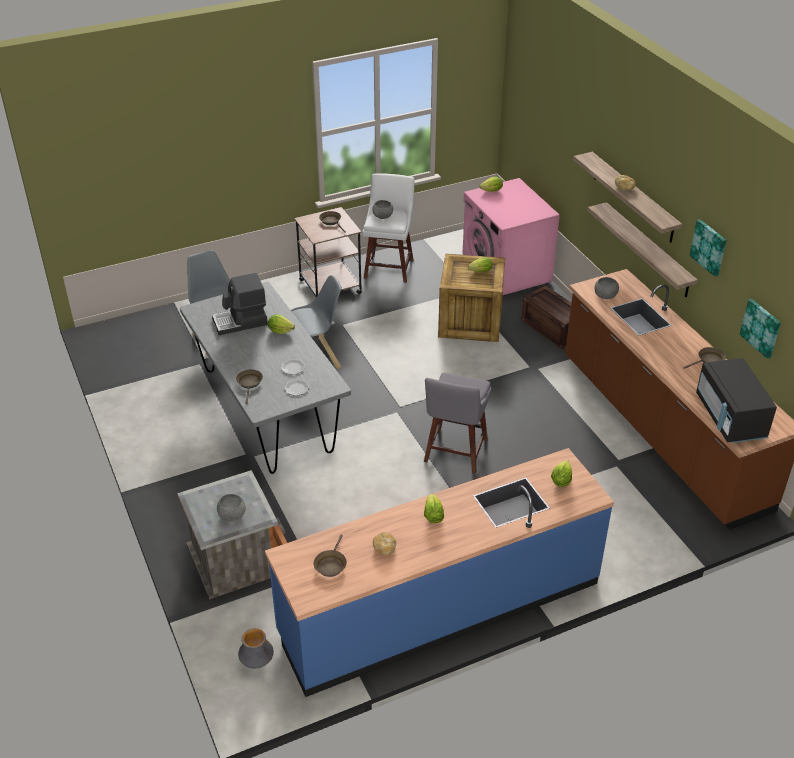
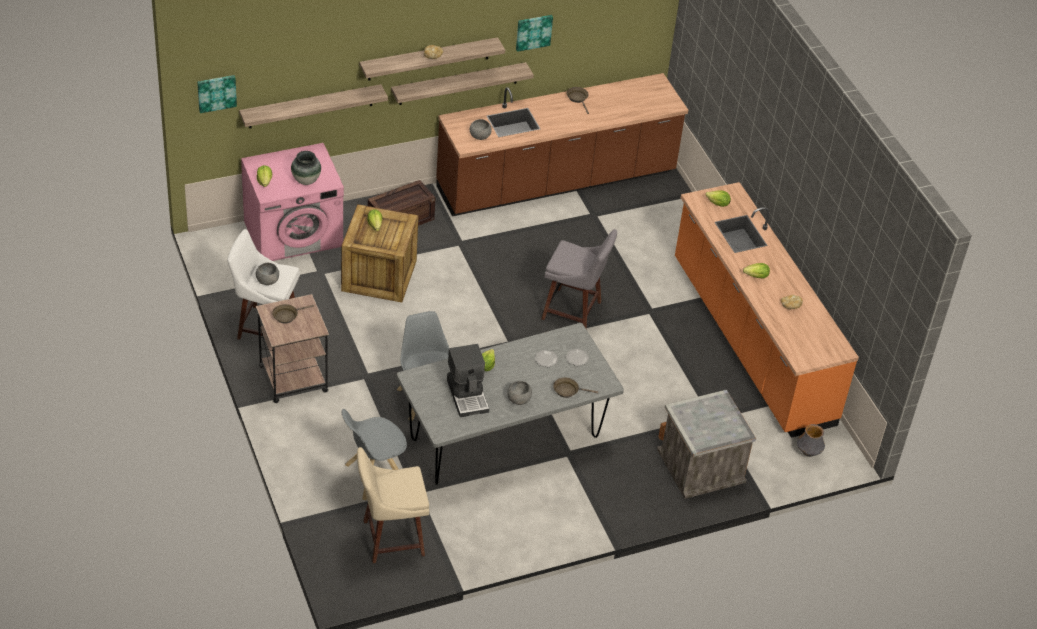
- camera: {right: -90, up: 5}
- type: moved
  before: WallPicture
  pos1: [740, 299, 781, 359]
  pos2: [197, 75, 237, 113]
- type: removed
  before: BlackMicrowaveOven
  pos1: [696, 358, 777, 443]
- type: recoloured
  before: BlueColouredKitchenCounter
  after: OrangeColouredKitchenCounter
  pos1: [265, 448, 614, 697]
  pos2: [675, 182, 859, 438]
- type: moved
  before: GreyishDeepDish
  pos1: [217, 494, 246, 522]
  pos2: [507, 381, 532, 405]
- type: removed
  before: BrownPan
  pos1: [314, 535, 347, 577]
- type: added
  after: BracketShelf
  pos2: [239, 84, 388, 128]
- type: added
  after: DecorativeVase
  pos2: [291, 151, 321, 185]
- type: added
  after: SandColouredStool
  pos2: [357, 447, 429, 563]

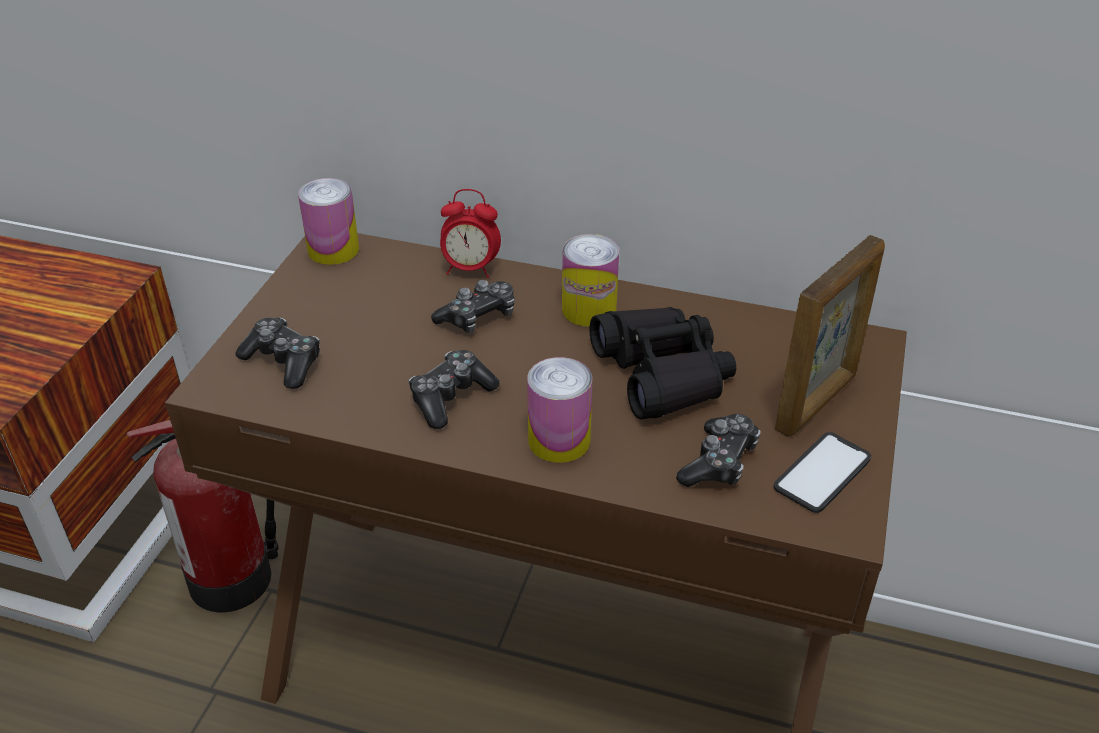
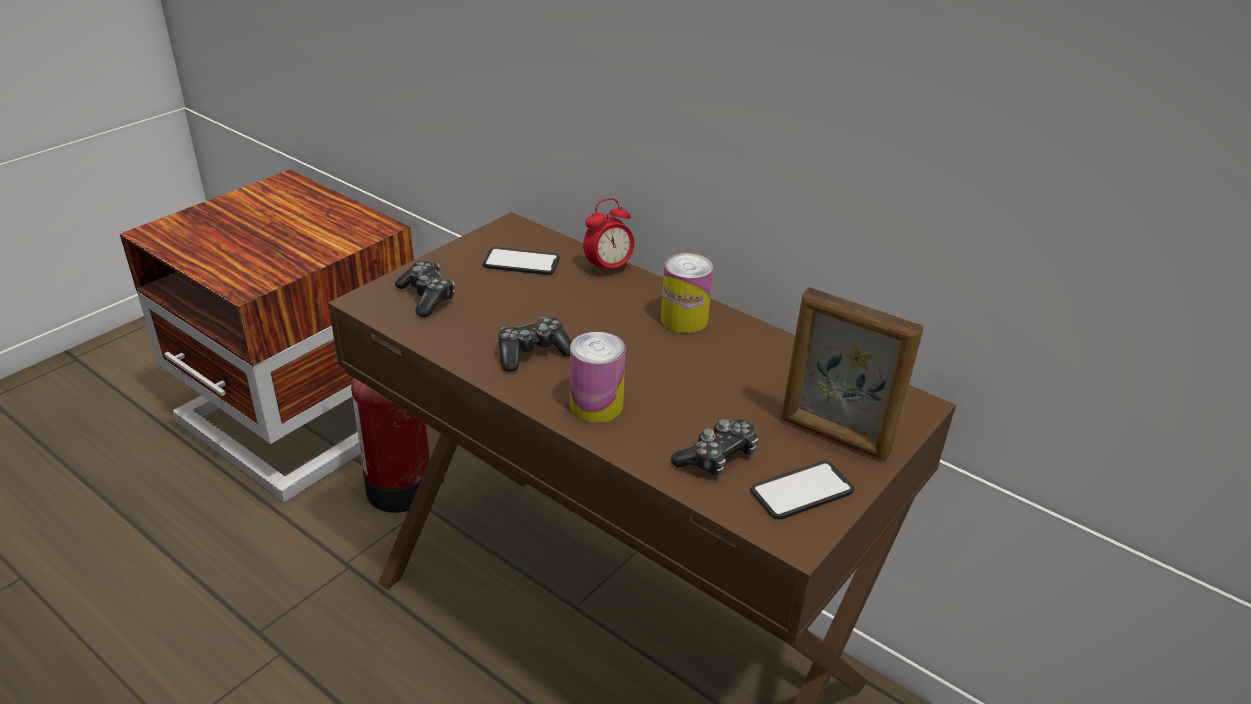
- camera: {right: 20, up: -5}
- type: removed
  before: Can
  pos1: [298, 178, 359, 265]
- type: turned
  before: TableClock
  pos1: [440, 189, 501, 278]
  pos2: [583, 198, 634, 277]
  turn: -60
- type: turned
  before: StandingFrame
  pos1: [775, 235, 885, 437]
  pos2: [781, 287, 924, 461]
  turn: 60
- type: removed
  before: GameController
  pos1: [431, 280, 515, 333]
- type: removed
  before: BlackFieldGlasses
  pos1: [589, 307, 736, 420]
- type: added
  after: Phone
  pos2: [482, 247, 560, 275]

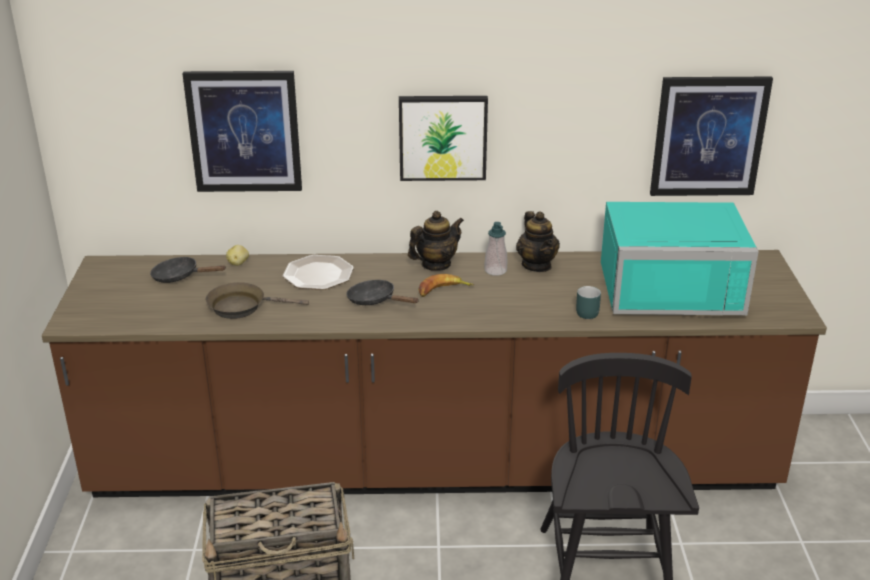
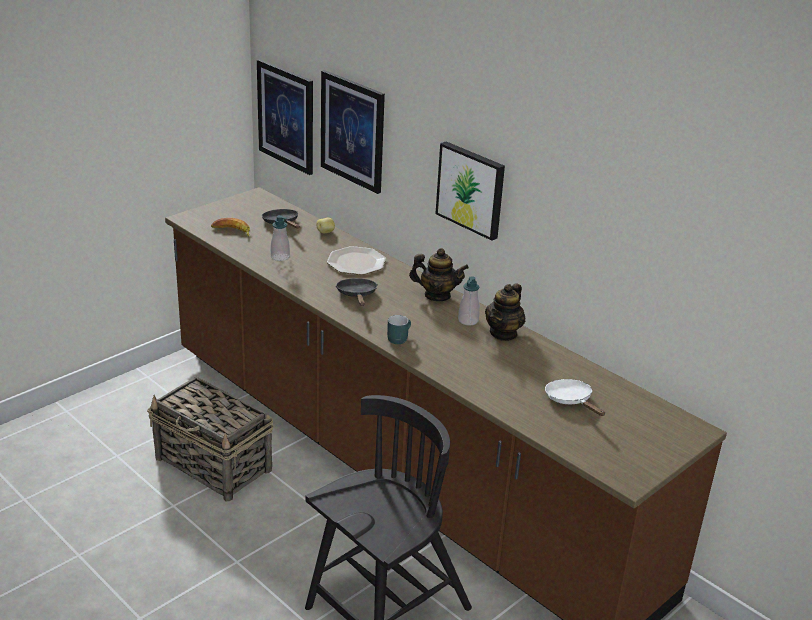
- camera: {right: 45, up: 0}
- type: moved
  before: WallPicture
  pos1: [650, 77, 773, 196]
  pos2: [257, 59, 313, 175]
- type: replaced
  before: TurquoiseMicrowaveOven
  after: WhitishPan
  pos1: [601, 202, 759, 315]
  pos2: [545, 379, 605, 416]
- type: moved
  before: WholeBanana
  pos1: [418, 274, 474, 297]
  pos2: [211, 218, 250, 236]
- type: replaced
  before: BrownPan
  after: LiquidSoapBottle
  pos1: [206, 282, 309, 319]
  pos2: [271, 215, 290, 261]
- type: moved
  before: TurquoiseTeaMug
  pos1: [576, 286, 601, 319]
  pos2: [387, 315, 411, 344]

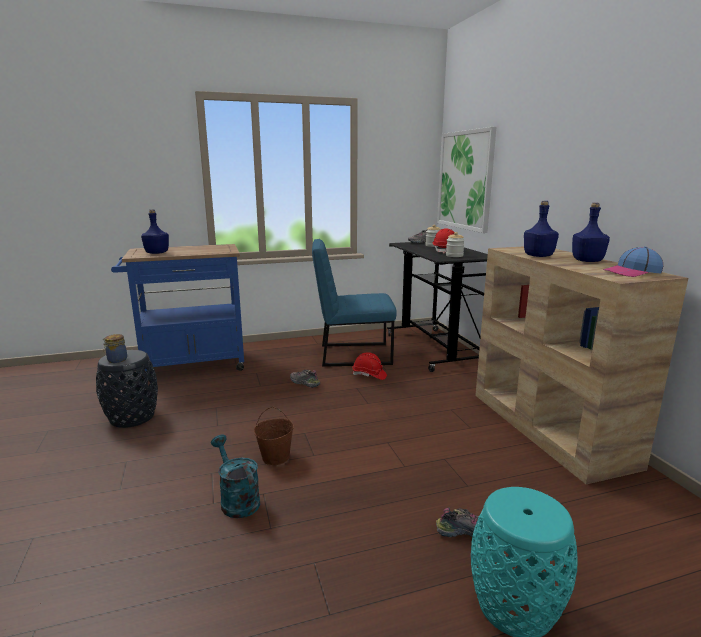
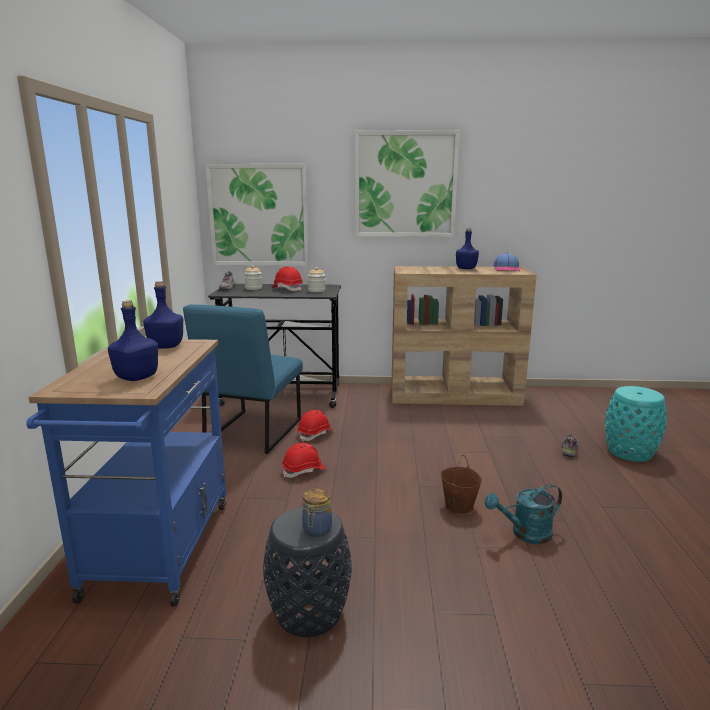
- camera: {right: -70, up: 0}
- type: moved
  before: BlueColouredBeverageBottle
  pos1: [524, 201, 559, 257]
  pos2: [143, 281, 183, 349]
- type: replaced
  before: LowShoe
  after: ReddishHardHat
  pos1: [290, 370, 320, 388]
  pos2: [282, 443, 326, 478]
- type: added
  after: WallPicture
  pos2: [355, 130, 460, 237]

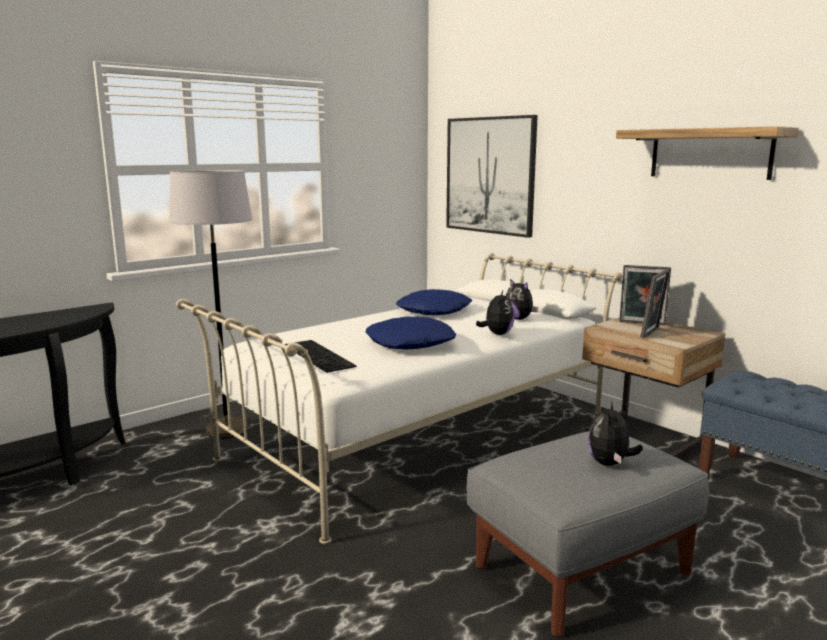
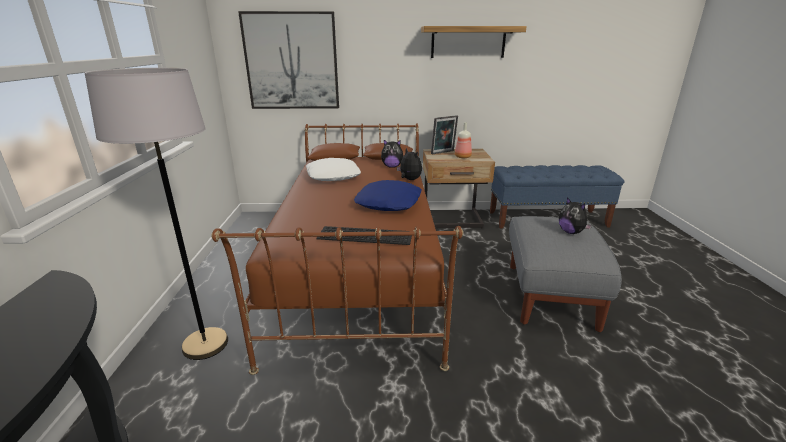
- camera: {right: -50, up: 10}
- type: recoloured
  before: WhitishBed
  after: BrownBed
  pos1: [176, 253, 622, 545]
  pos2: [211, 123, 463, 375]
- type: replaced
  before: StandingFrame
  after: BeverageBottle
  pos1: [640, 270, 670, 339]
  pos2: [455, 122, 472, 158]
- type: recoloured
  before: BlueColouredPillow
  after: WhitishPillow
  pos1: [396, 289, 472, 315]
  pos2: [306, 158, 361, 181]

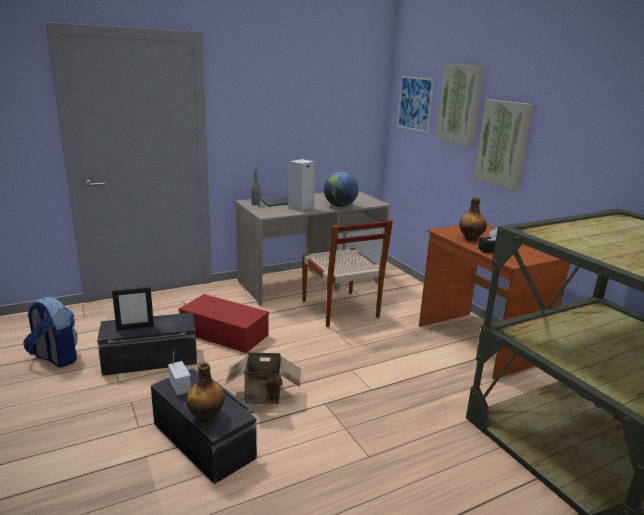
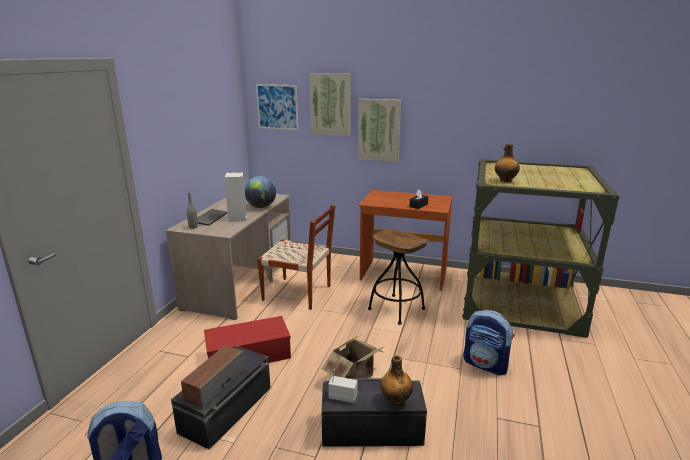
- camera: {right: -45, up: 0}
- type: moved
  before: BeverageBottle
  pos1: [459, 197, 487, 241]
  pos2: [495, 143, 520, 182]
- type: replaced
  before: StandingFrame
  after: Speaker
  pos1: [112, 286, 154, 331]
  pos2: [181, 345, 245, 409]
- type: added
  after: BrownStool
  pos2: [368, 229, 428, 325]
- type: added
  after: Knapsack
  pos2: [463, 310, 515, 375]

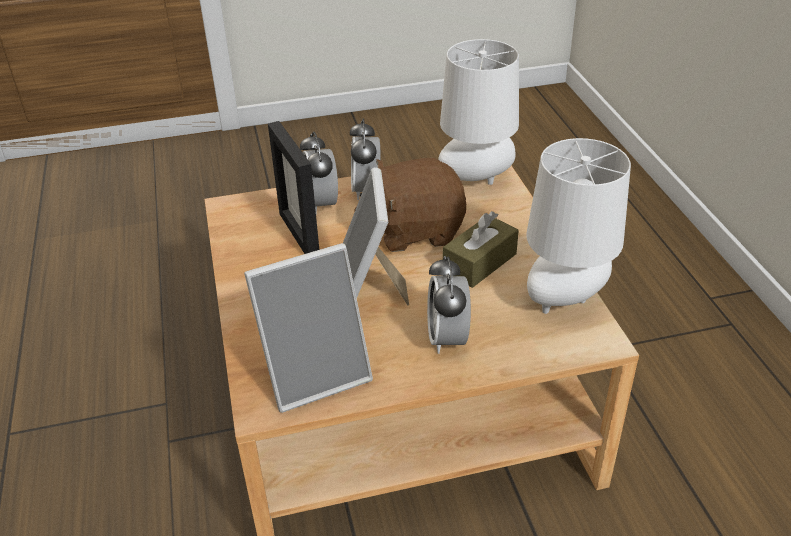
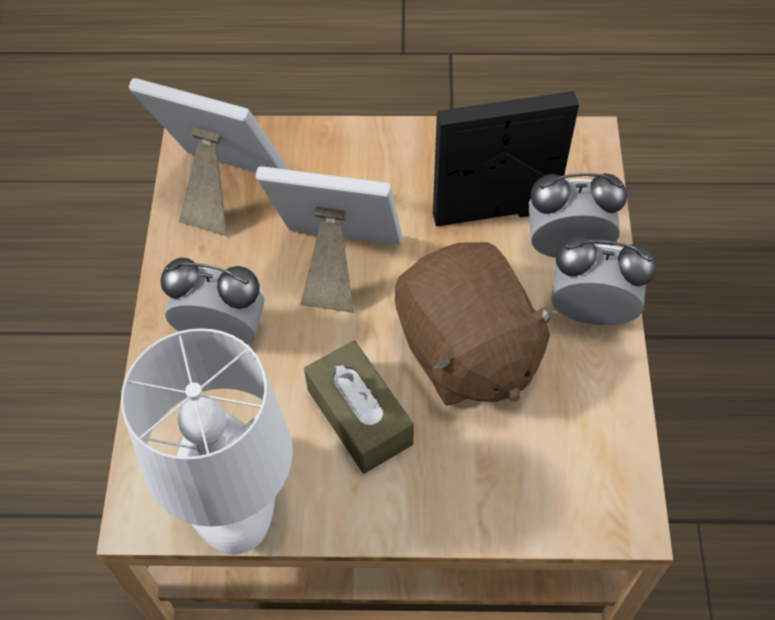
- camera: {right: 105, up: 20}
- type: removed
  before: WhitishTableLamp
  pos1: [438, 39, 519, 185]
- type: turned
  before: BrownPlushToy
  pos1: [354, 158, 466, 252]
  pos2: [395, 242, 559, 406]
  turn: 150
- type: turned
  before: StandingFrame
  pos1: [244, 243, 373, 413]
  pos2: [129, 78, 290, 236]
  turn: 120

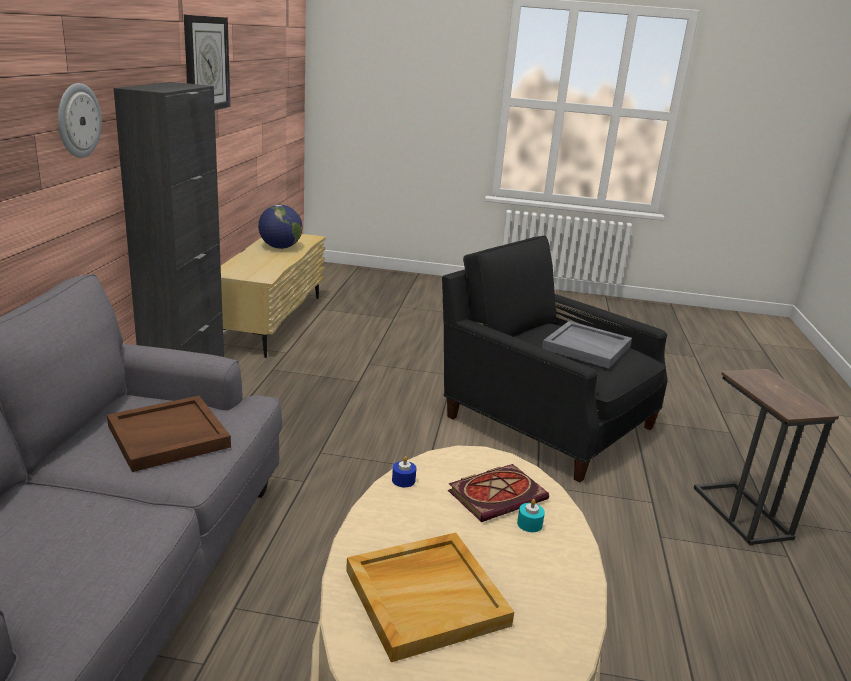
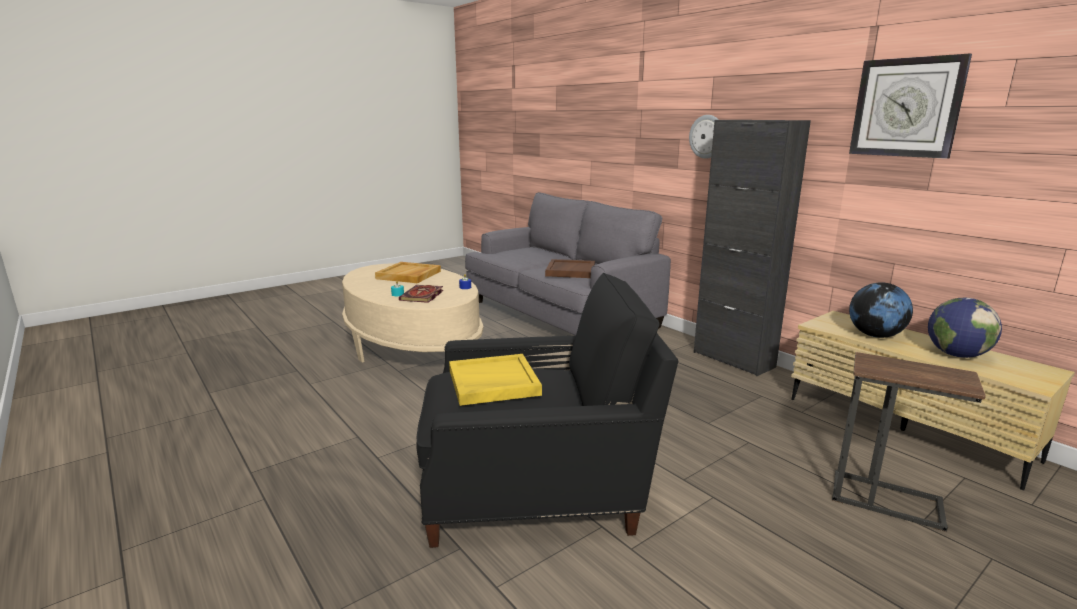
- camera: {right: 135, up: -5}
- type: recoloured
  before: GreyishServingTray
  after: YellowishServingTray
  pos1: [542, 321, 632, 369]
  pos2: [449, 354, 542, 406]
- type: moved
  before: BrownSideTable
  pos1: [694, 369, 839, 546]
  pos2: [832, 352, 986, 532]
- type: added
  after: Globe
  pos2: [849, 282, 913, 338]

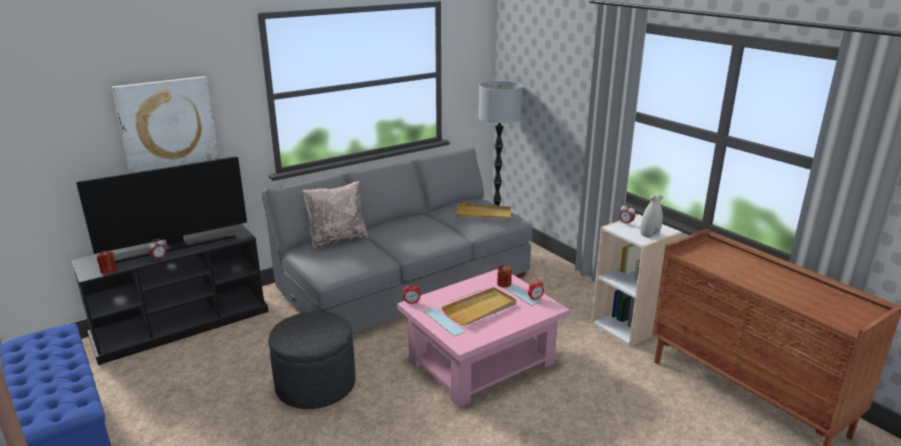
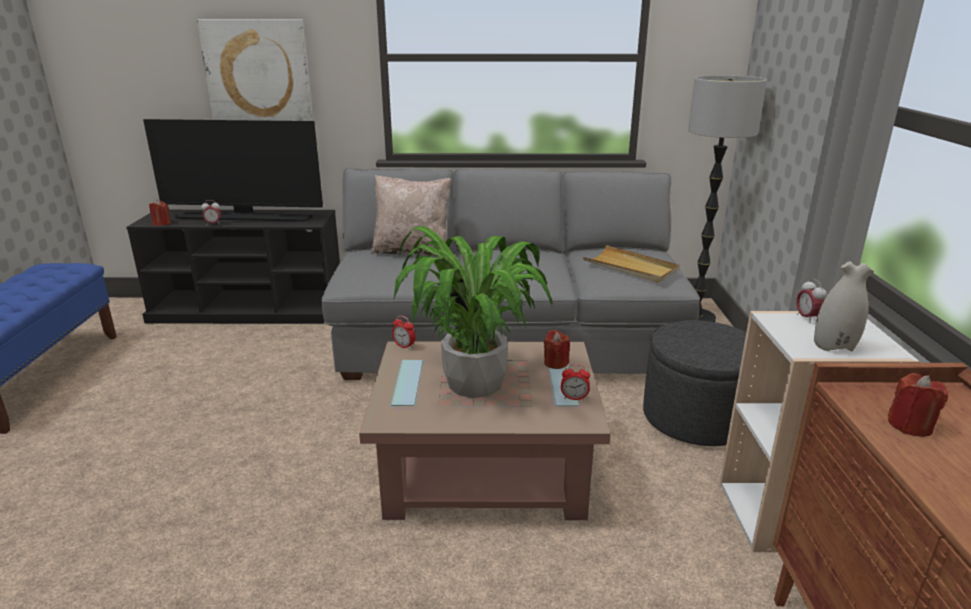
- camera: {right: 35, up: 0}
- type: recoloured
  before: PinkishLowTable
  after: BrownLowTable
  pos1: [397, 269, 570, 408]
  pos2: [359, 341, 611, 520]
- type: replaced
  before: SandColouredServingTray
  after: Houseplant
  pos1: [442, 287, 516, 326]
  pos2: [393, 226, 554, 398]
- type: moved
  before: GreyishFootrest
  pos1: [269, 311, 356, 409]
  pos2: [643, 320, 746, 446]
- type: added
  after: ReddishWaxLight
  pos2: [888, 373, 948, 437]

